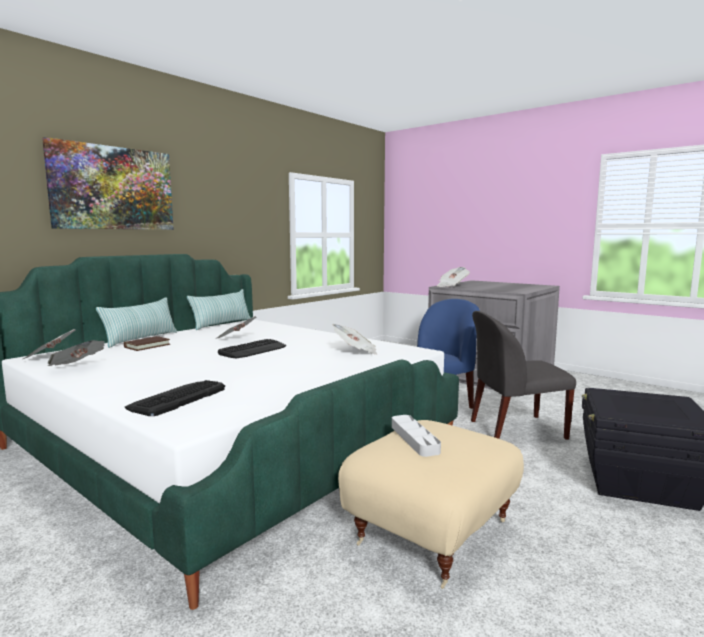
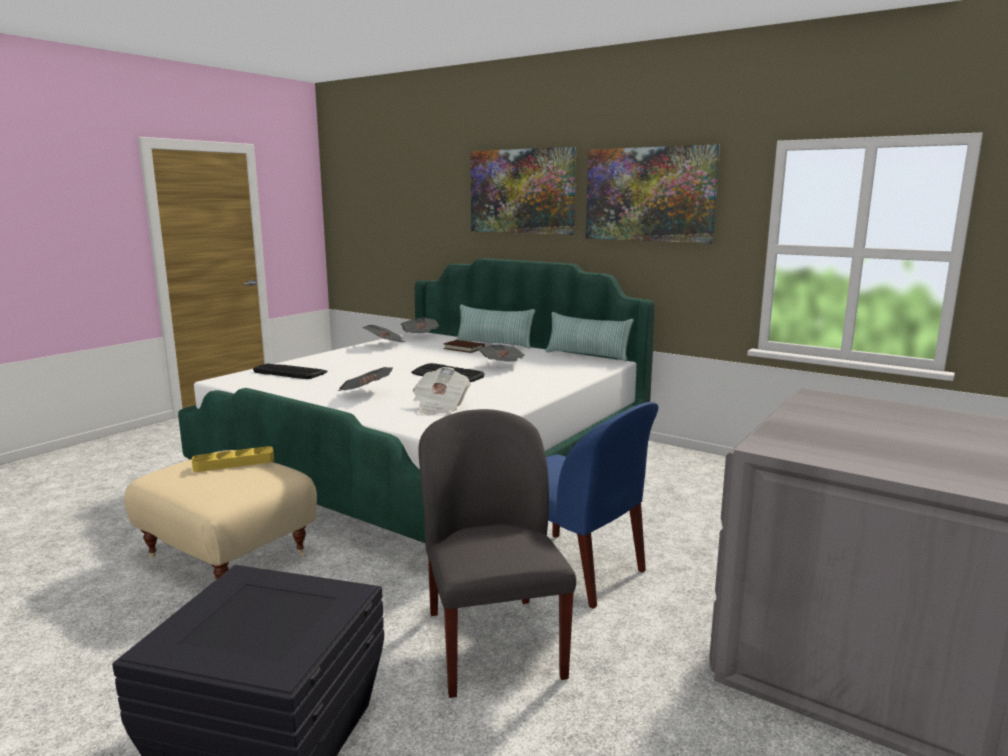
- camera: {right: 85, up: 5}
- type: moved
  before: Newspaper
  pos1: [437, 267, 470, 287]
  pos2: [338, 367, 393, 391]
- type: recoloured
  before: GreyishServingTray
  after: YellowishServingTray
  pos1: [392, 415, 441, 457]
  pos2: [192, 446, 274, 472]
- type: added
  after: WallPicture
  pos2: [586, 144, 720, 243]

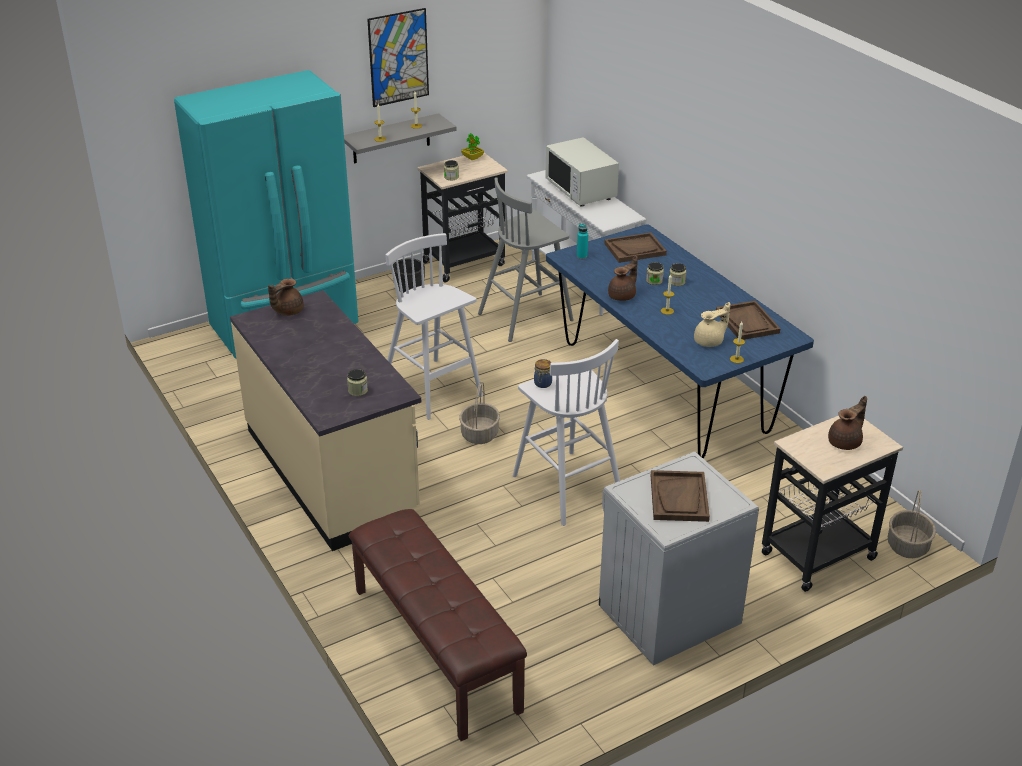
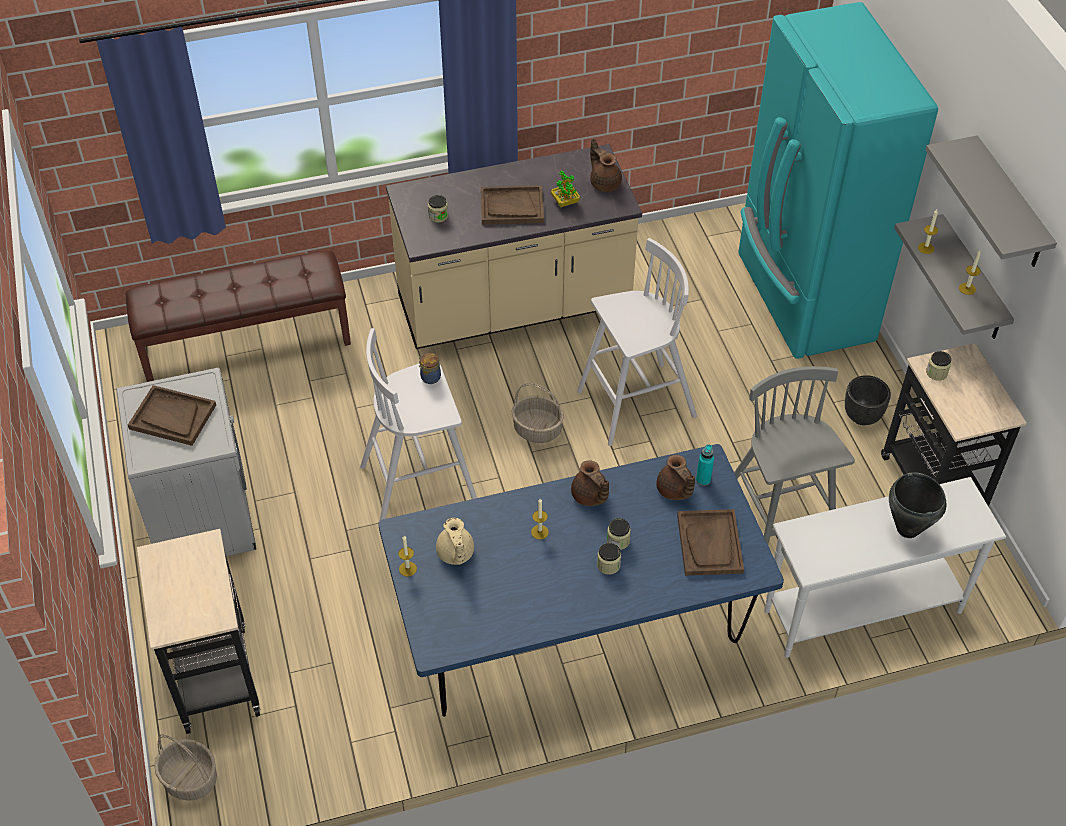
- camera: {right: 105, up: 15}
- type: replaced
  before: WallPicture
  after: GreyishBracketShelf
  pos1: [367, 8, 429, 107]
  pos2: [925, 135, 1057, 267]
- type: moved
  before: Houseplant
  pos1: [461, 133, 484, 160]
  pos2: [551, 171, 580, 207]
- type: replaced
  before: WhitishMicrowaveOven
  after: BlackStockpot
  pos1: [545, 137, 619, 207]
  pos2: [889, 472, 947, 538]
- type: moved
  before: BrownServingTray
  pos1: [716, 301, 780, 340]
  pos2: [481, 185, 544, 225]
- type: moved
  before: BrownTeapot
  pos1: [828, 396, 867, 450]
  pos2: [656, 455, 695, 500]

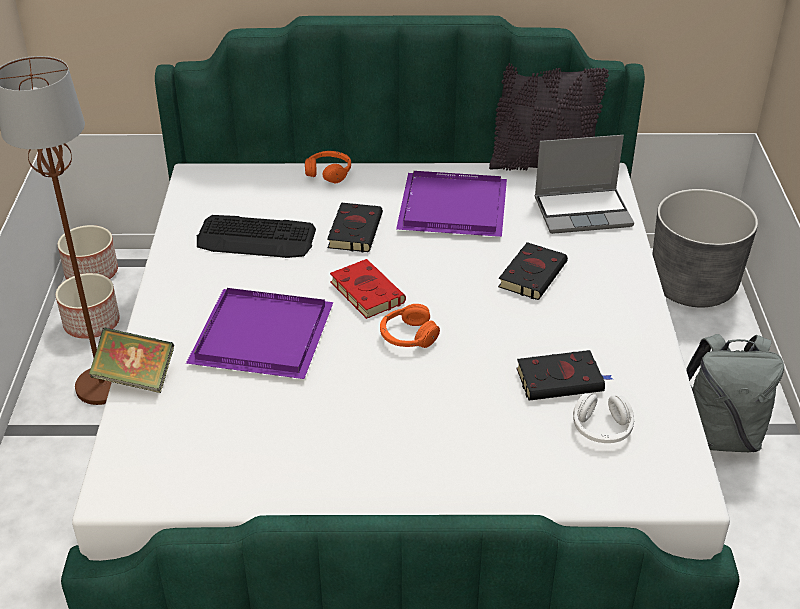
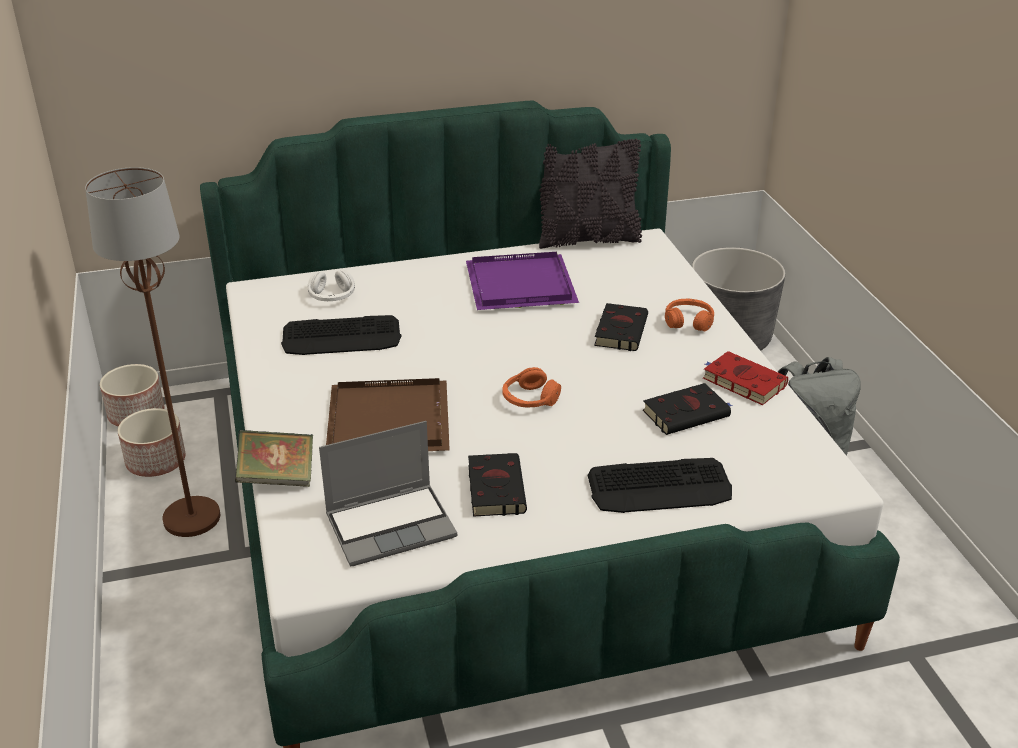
- camera: {right: -15, up: -5}
- type: moved
  before: Laptop
  pos1: [535, 135, 634, 234]
  pos2: [319, 421, 457, 566]
- type: moved
  before: OrangeColouredHeadphones
  pos1: [305, 151, 351, 184]
  pos2: [665, 299, 714, 331]
- type: moved
  before: BlackBook
  pos1: [327, 203, 383, 252]
  pos2: [468, 453, 527, 517]
- type: moved
  before: ReddishBook
  pos1: [330, 259, 406, 319]
  pos2: [703, 351, 788, 405]
- type: recoloured
  before: PurplishServingTray
  after: BrownServingTray
  pos1: [186, 288, 334, 379]
  pos2: [326, 378, 450, 451]
- type: moved
  before: WhitishHeadphones
  pos1: [573, 393, 634, 443]
  pos2: [308, 270, 355, 301]
- type: added
  after: Keyboard
  pos2: [588, 458, 732, 513]

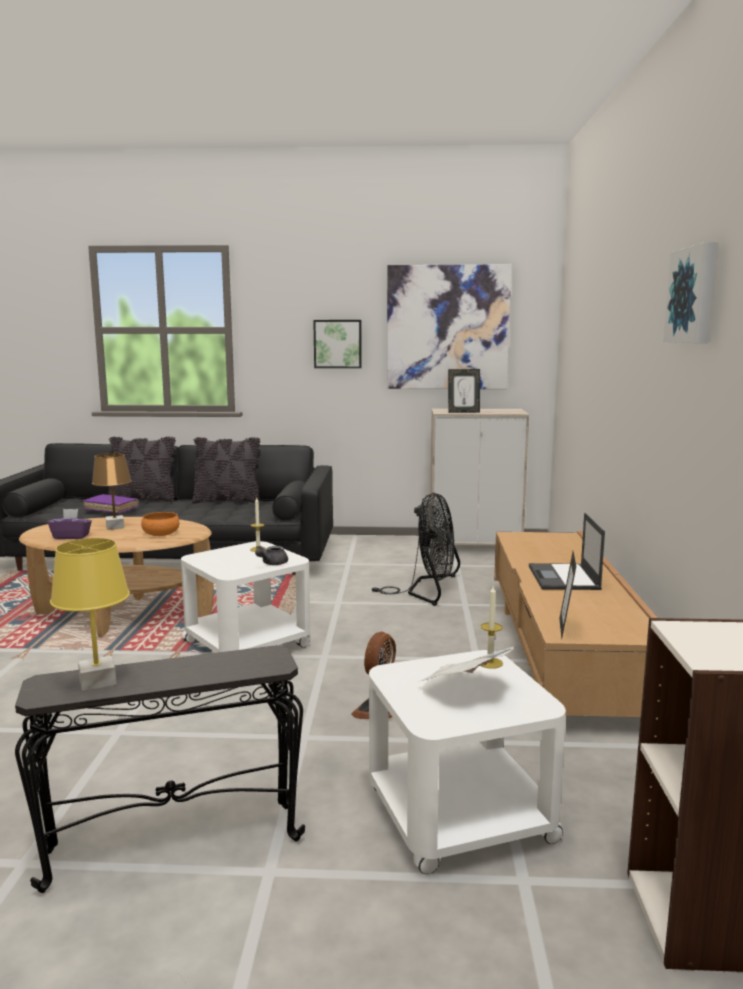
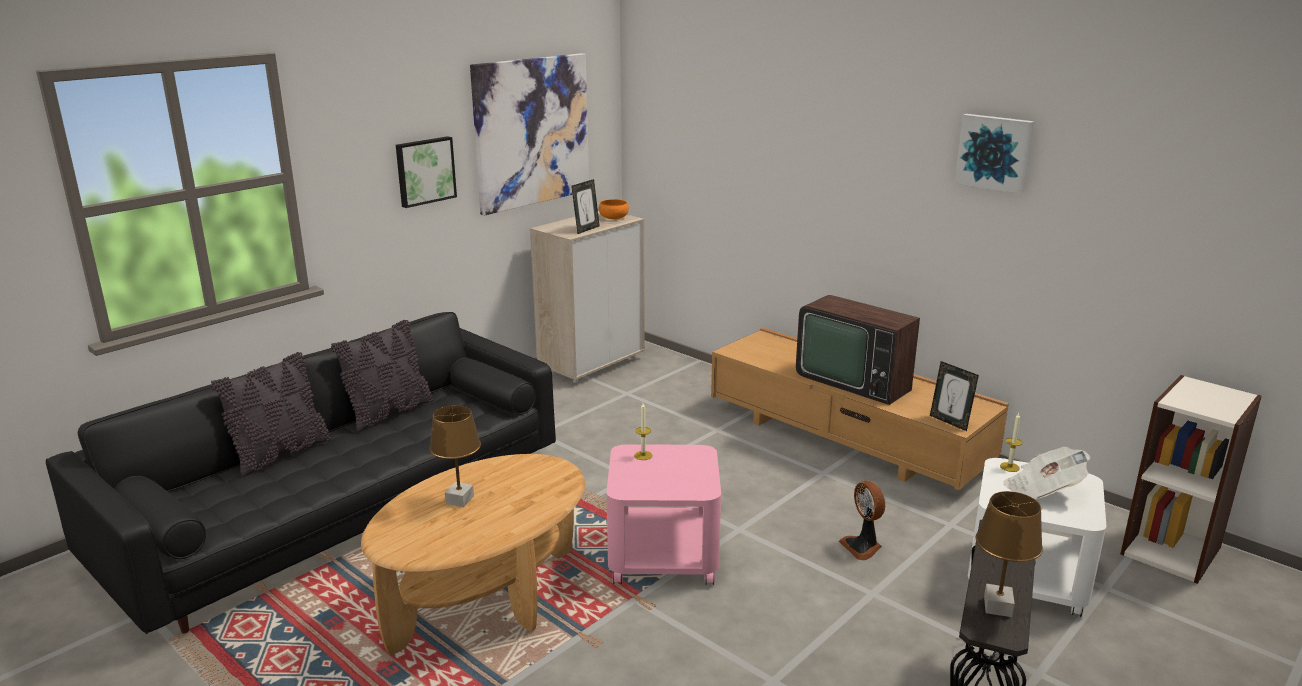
- camera: {right: -50, up: 10}
- type: removed
  before: BlackCoolingFan
  pos1: [372, 493, 460, 606]
- type: removed
  before: PurplishBook
  pos1: [83, 494, 139, 514]
- type: removed
  before: PurplishTissueHolder
  pos1: [48, 509, 92, 539]
- type: moved
  before: OrangeColouredDeepDish
  pos1: [141, 512, 180, 536]
  pos2: [599, 199, 629, 219]
- type: replaced
  before: Laptop
  after: TvSet
  pos1: [529, 513, 605, 590]
  pos2: [796, 295, 920, 405]
- type: recoloured
  before: YellowishTableLamp
  after: BrownTableLamp
  pos1: [50, 538, 130, 691]
  pos2: [976, 491, 1043, 617]
- type: recoloured
  before: WhitishSideTable
  after: PinkishSideTable
  pos1: [181, 541, 310, 653]
  pos2: [607, 444, 721, 585]
- type: removed
  before: GreyishTeapot
  pos1: [255, 546, 288, 565]

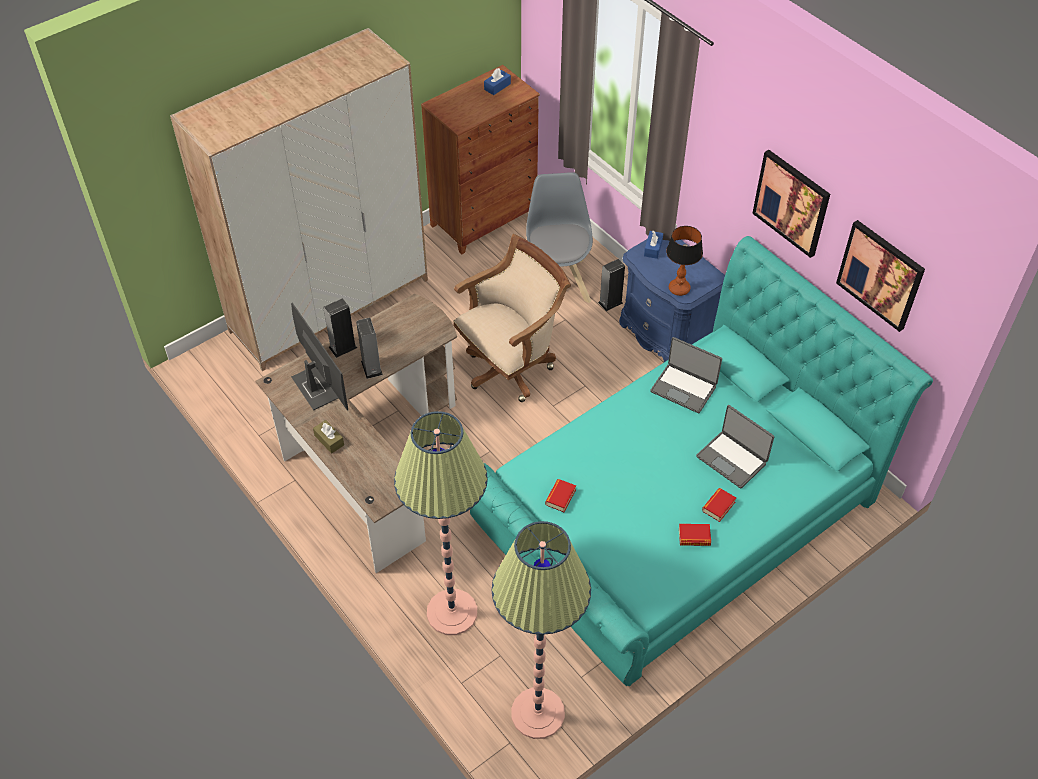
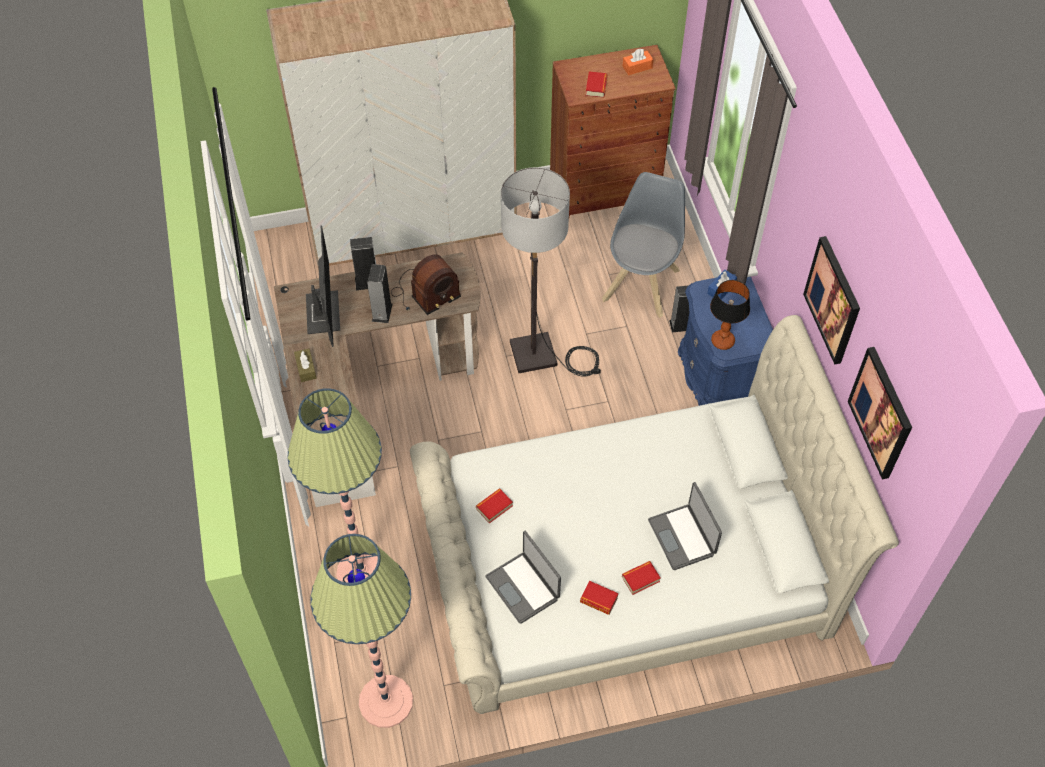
- camera: {right: 25, up: 5}
- type: recoloured
  before: BlueColouredTissueHolder
  after: OrangeColouredTissueHolder
  pos1: [484, 68, 511, 95]
  pos2: [623, 49, 654, 75]
- type: replaced
  before: DeskChair
  after: StandardLamp
  pos1: [453, 234, 571, 402]
  pos2: [501, 167, 601, 376]
- type: recoloured
  before: TurquoiseBed
  after: SandColouredBed
  pos1: [470, 236, 933, 686]
  pos2: [410, 315, 899, 714]
- type: moved
  before: Laptop
  pos1: [650, 337, 722, 413]
  pos2: [486, 531, 561, 624]
- type: added
  after: Book
  pos2: [586, 72, 608, 98]
- type: added
  after: RadioReceiver
  pos2: [391, 254, 461, 315]

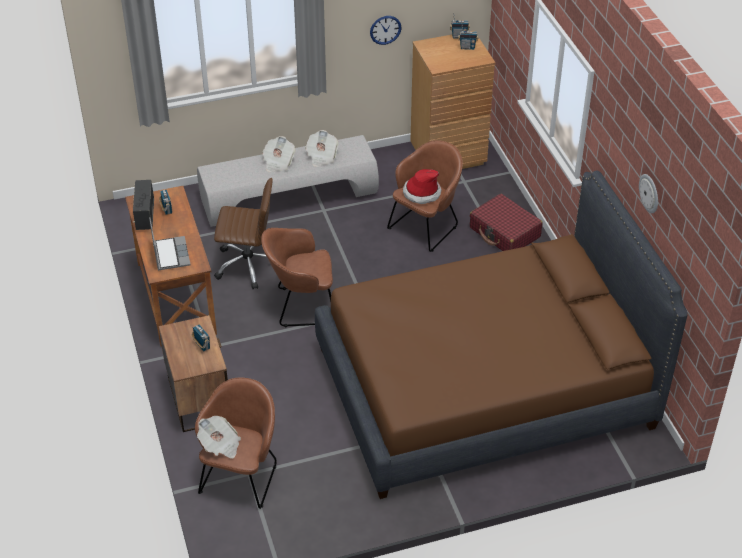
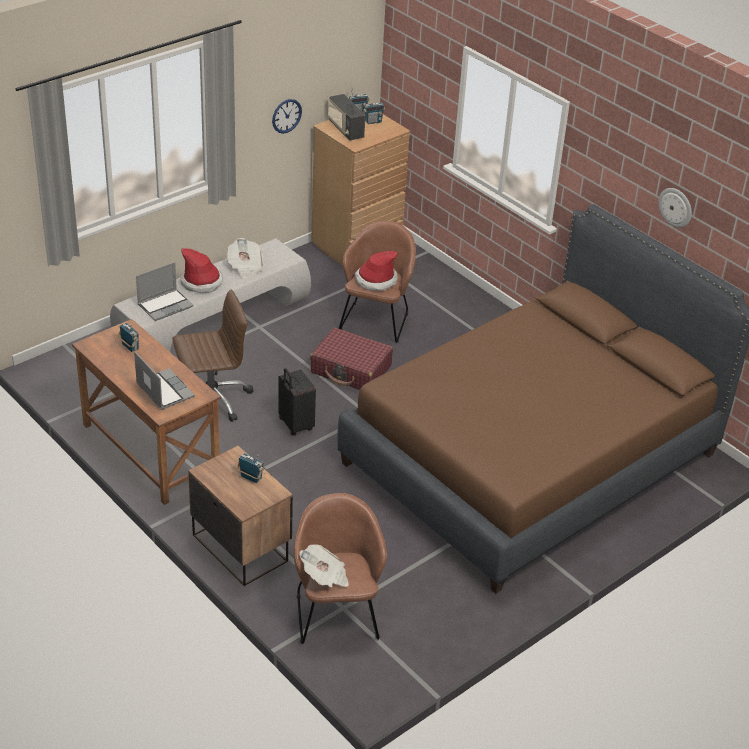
- camera: {right: -25, up: -5}
- type: replaced
  before: Newspaper
  after: ClothingHat
  pos1: [262, 136, 296, 172]
  pos2: [180, 248, 223, 293]
- type: moved
  before: RadioReceiver
  pos1: [133, 180, 154, 230]
  pos2: [328, 94, 365, 141]
- type: moved
  before: ReddishSuitcase
  pos1: [470, 194, 543, 251]
  pos2: [310, 327, 393, 390]
- type: replaced
  before: BrownArmchair
  after: BlackSuitcase
  pos1: [261, 228, 333, 327]
  pos2: [278, 368, 316, 436]
- type: added
  after: Laptop
  pos2: [136, 262, 193, 321]

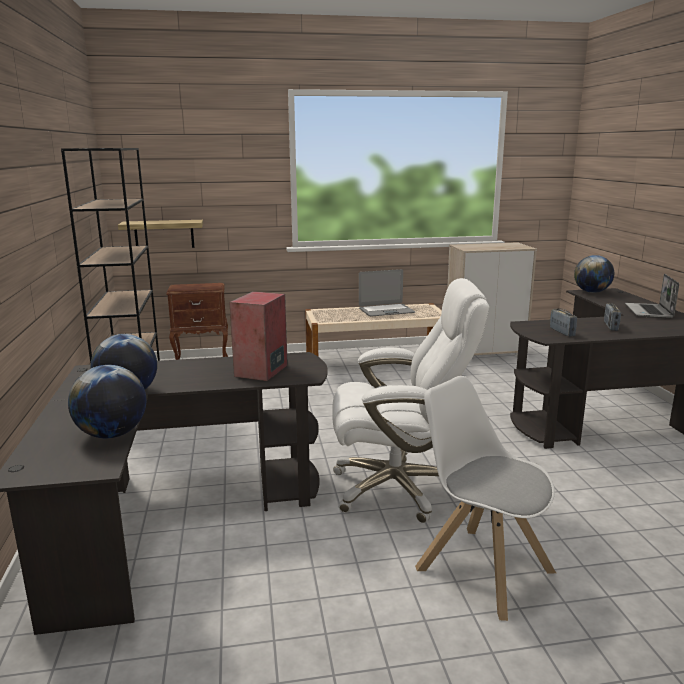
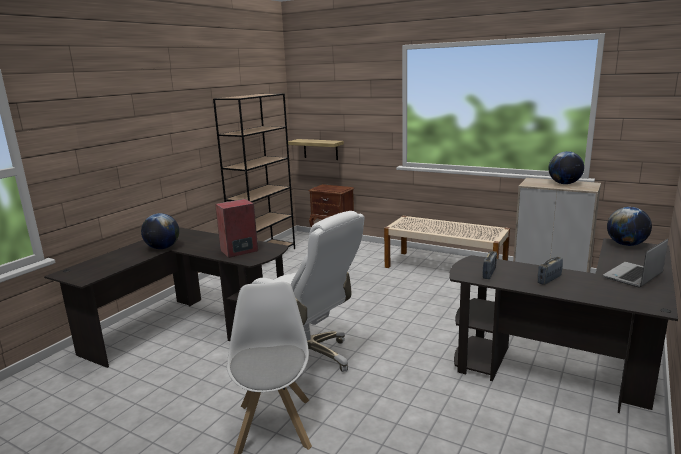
- camera: {right: 40, up: 0}
- type: removed
  before: Laptop
  pos1: [359, 269, 415, 316]
- type: moved
  before: Globe
  pos1: [68, 365, 146, 438]
  pos2: [548, 151, 584, 184]

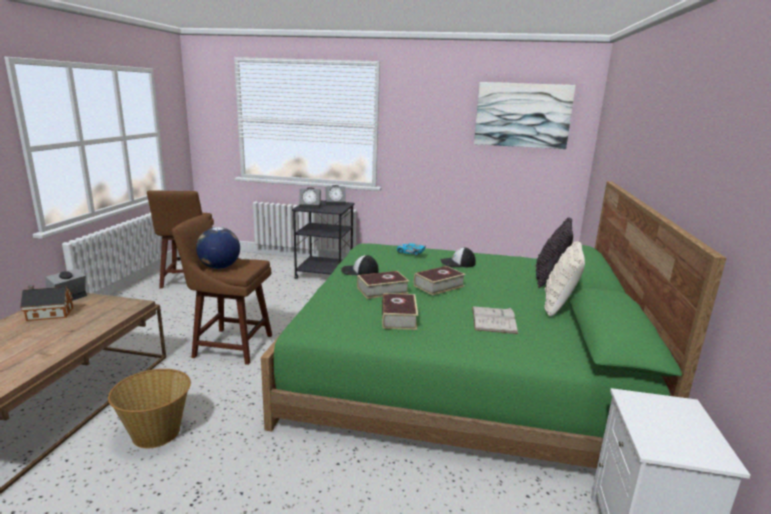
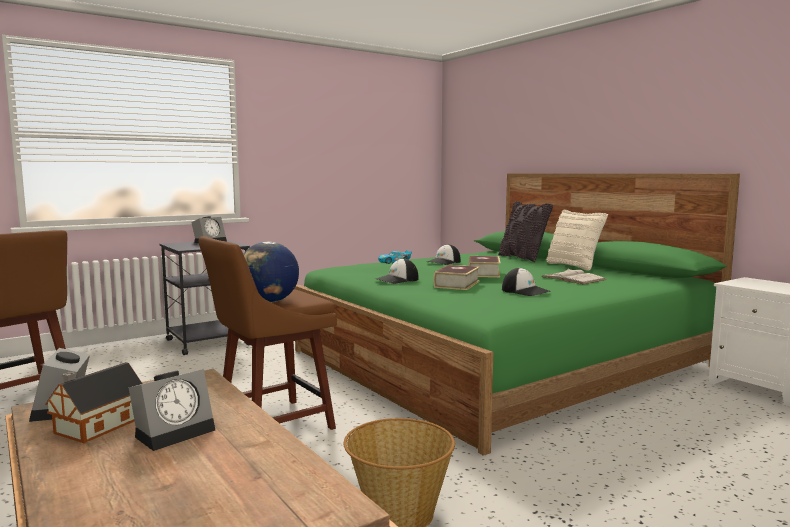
- camera: {right: -45, up: -10}
- type: removed
  before: WallPicture
  pos1: [474, 82, 576, 149]
- type: moved
  before: TableClock
  pos1: [299, 187, 321, 209]
  pos2: [129, 369, 215, 451]
- type: replaced
  before: Book
  after: Cap
  pos1: [382, 293, 418, 330]
  pos2: [502, 268, 550, 296]

